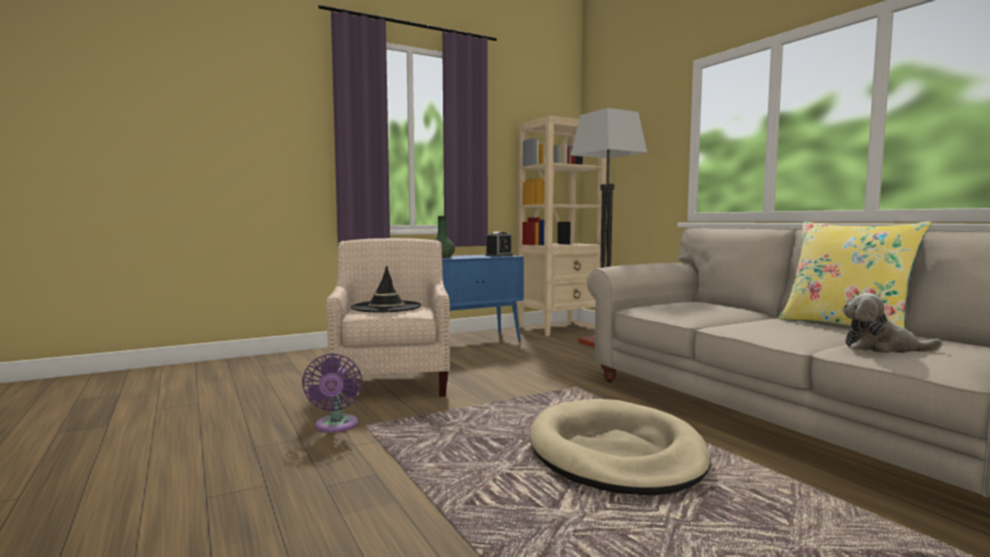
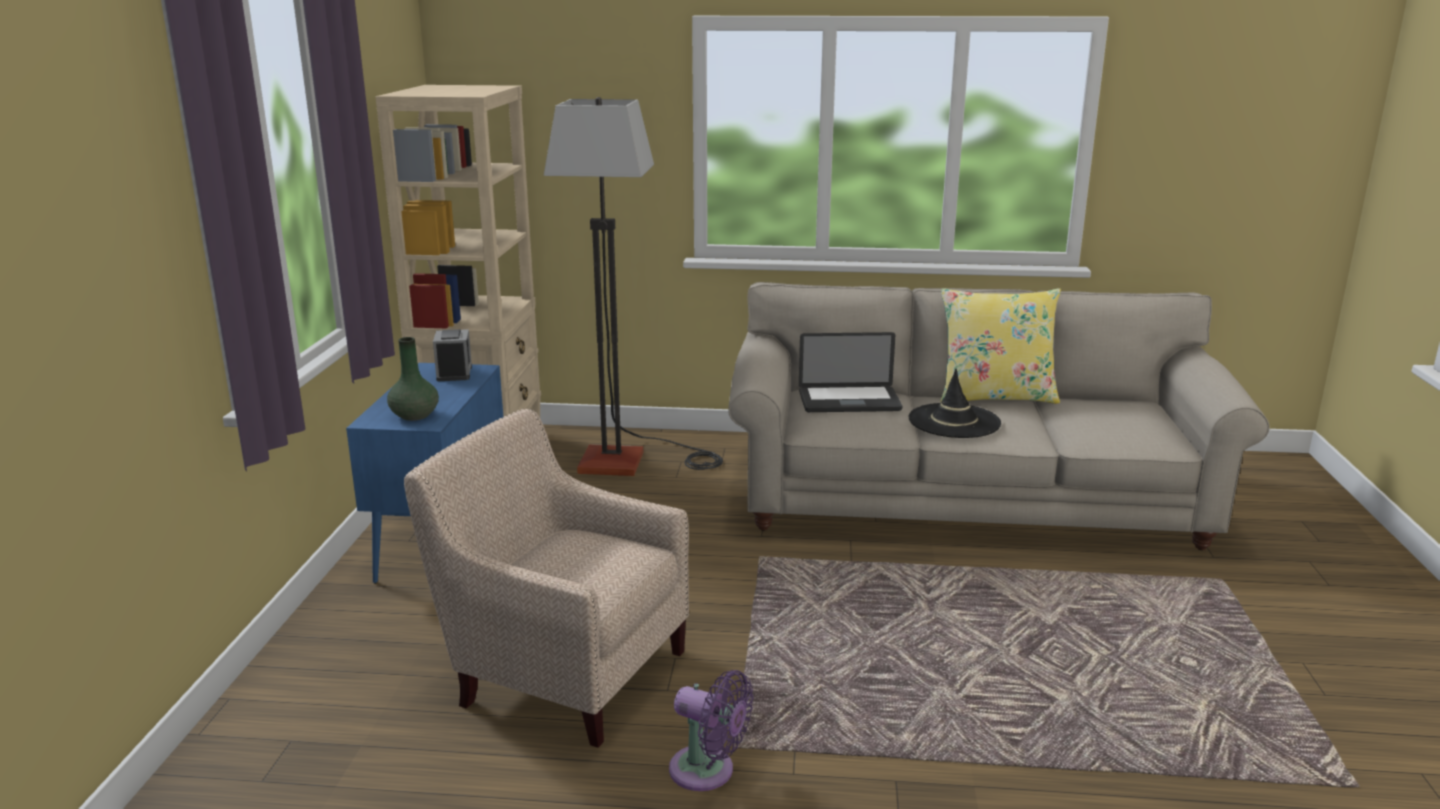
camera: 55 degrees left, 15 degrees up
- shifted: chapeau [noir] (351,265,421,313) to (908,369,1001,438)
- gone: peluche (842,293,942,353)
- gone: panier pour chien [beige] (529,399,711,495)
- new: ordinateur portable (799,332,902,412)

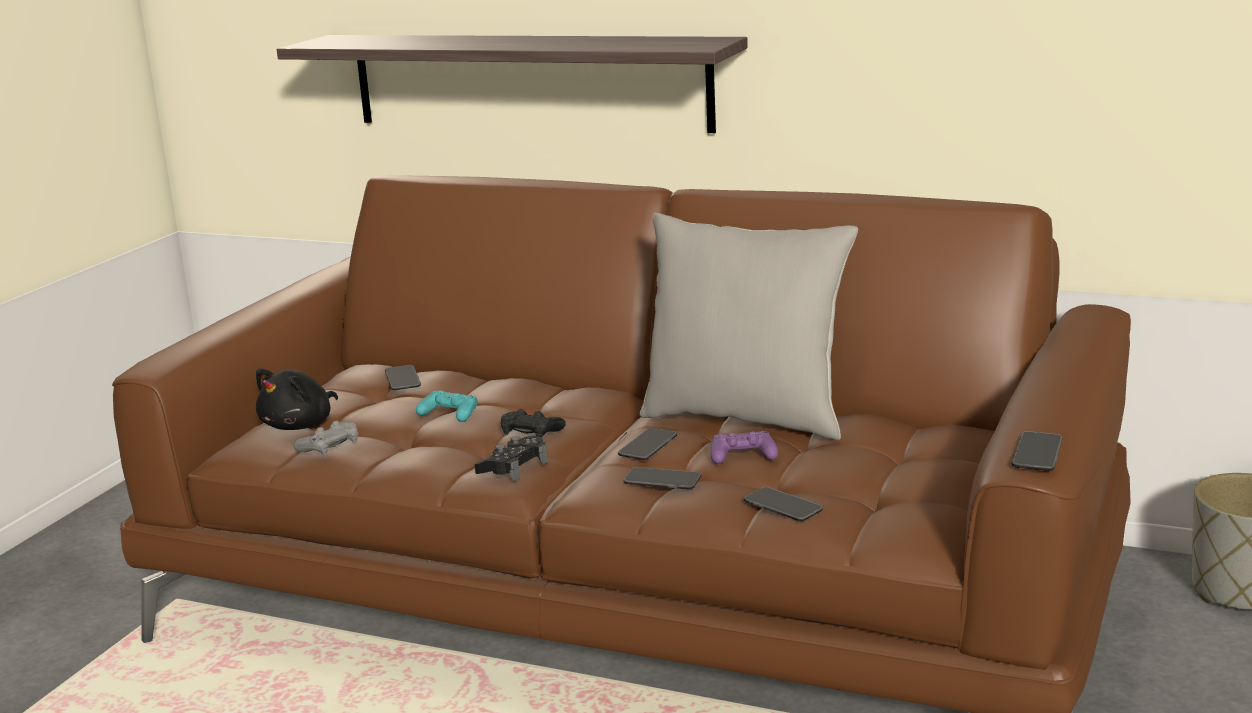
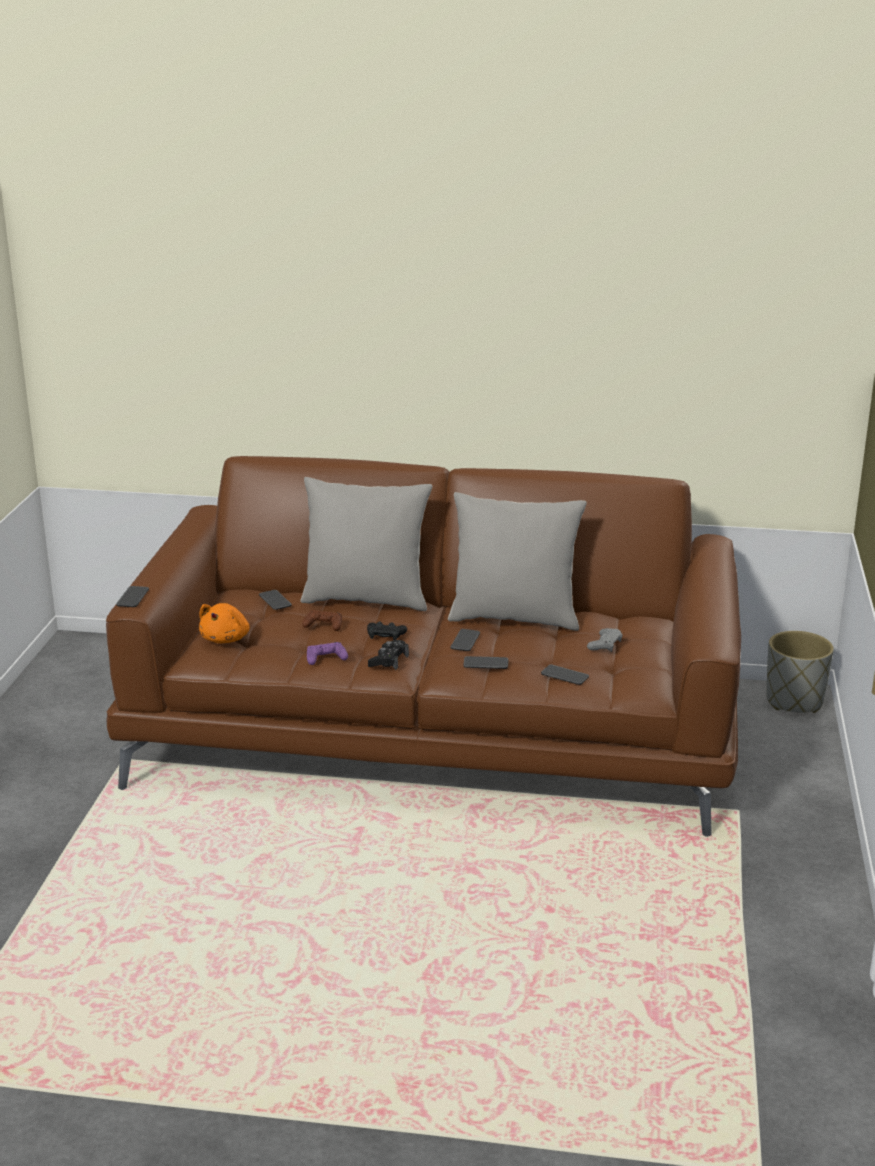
camera: 15 degrees left, 5 degrees up
- gone: étagère (277,35,748,133)
- repainted: peluche [noir] (256,368,338,430) to peluche [orange] (199,603,250,643)
- repainted: manette [turquoise] (416,391,478,422) to manette [marron] (302,610,342,631)
- shifted: manette [gris] (294,421,358,456) to (587,628,623,652)
- shifted: manette [violet] (711,431,778,464) to (307,642,348,665)
- shifted: téléphone (1012,431,1063,471) to (116,586,149,607)
- new: coussin [gris] (300,477,432,611)

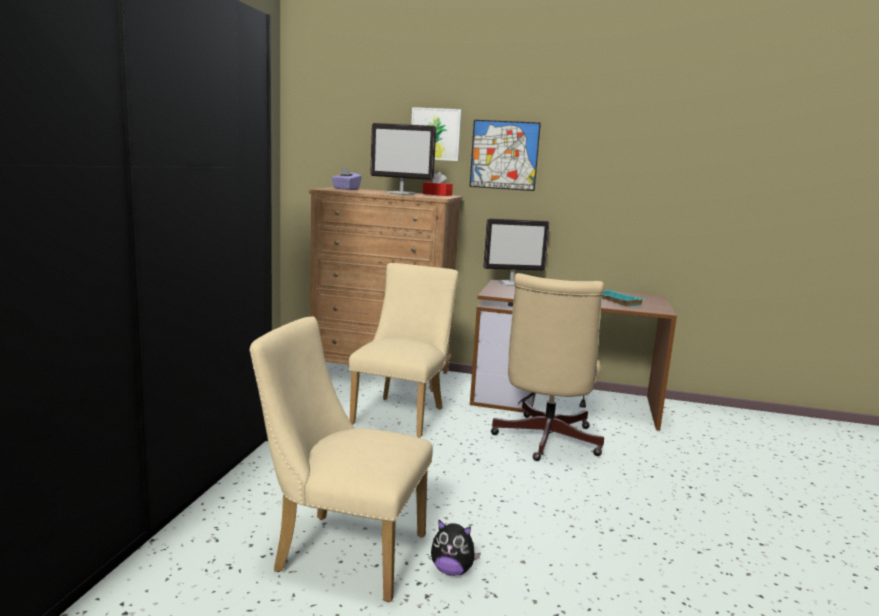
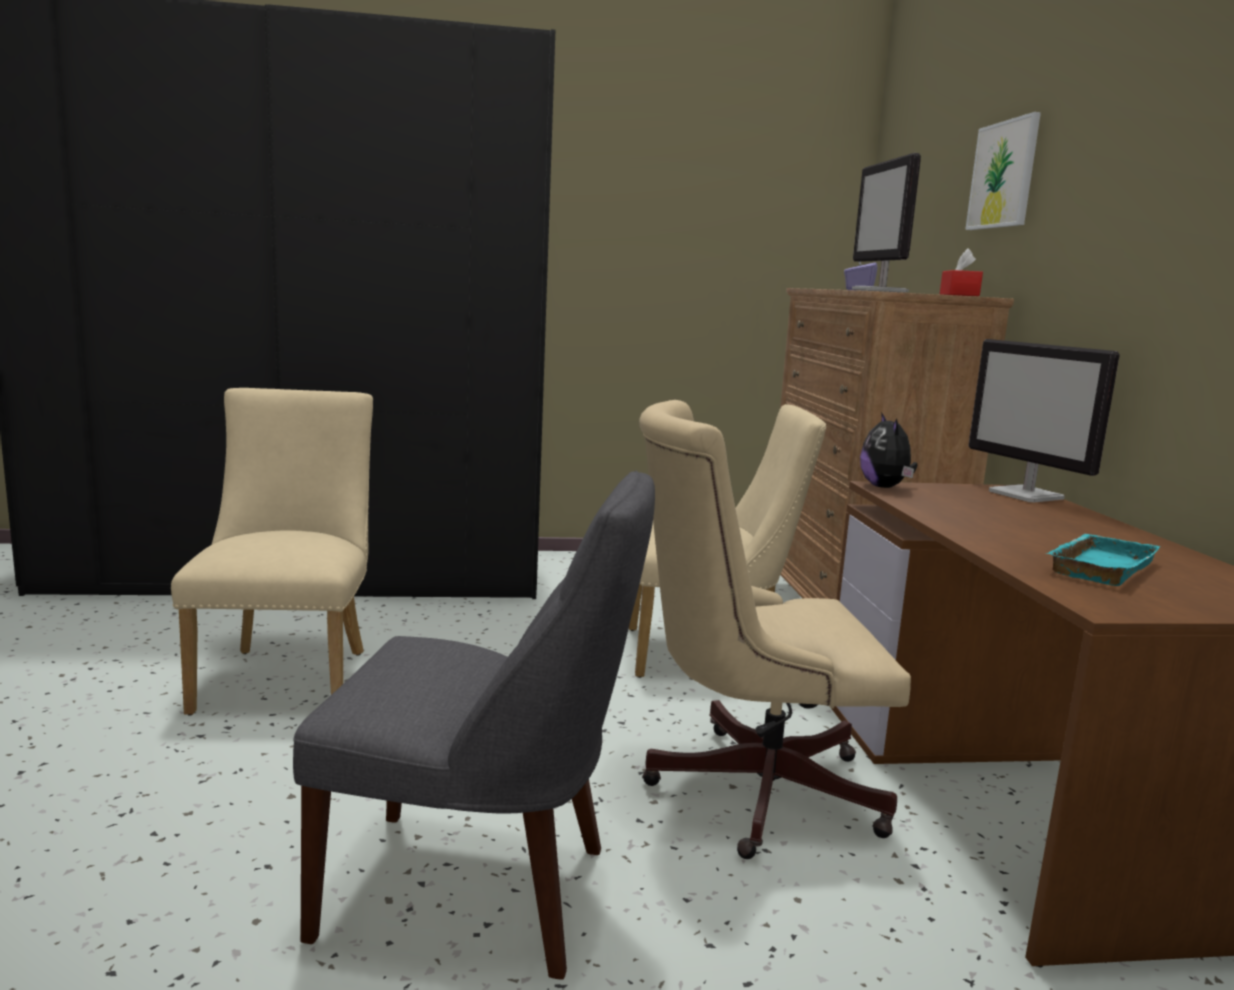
camera: 70 degrees right, 0 degrees up
- gone: tableau (470,120,541,191)
- shifted: peluche (431,519,481,576) to (860,412,918,488)
- new: chaise [gris] (293,471,655,980)

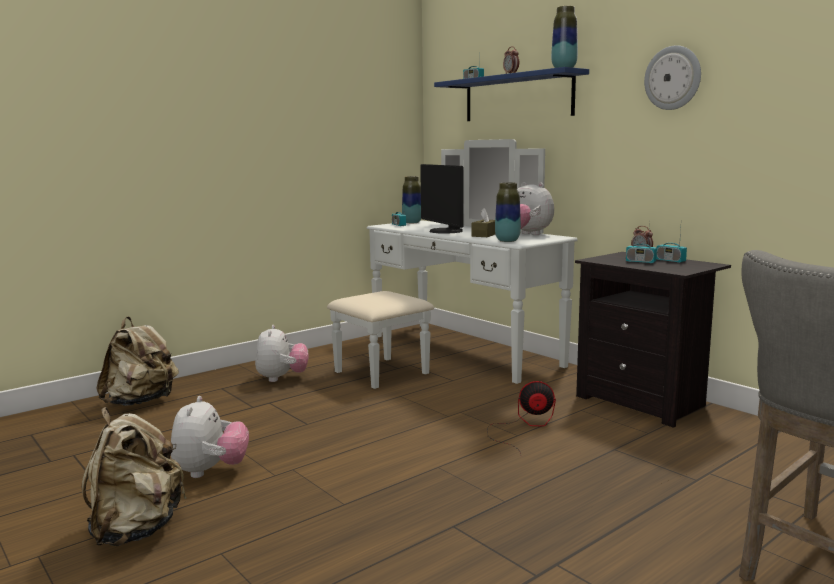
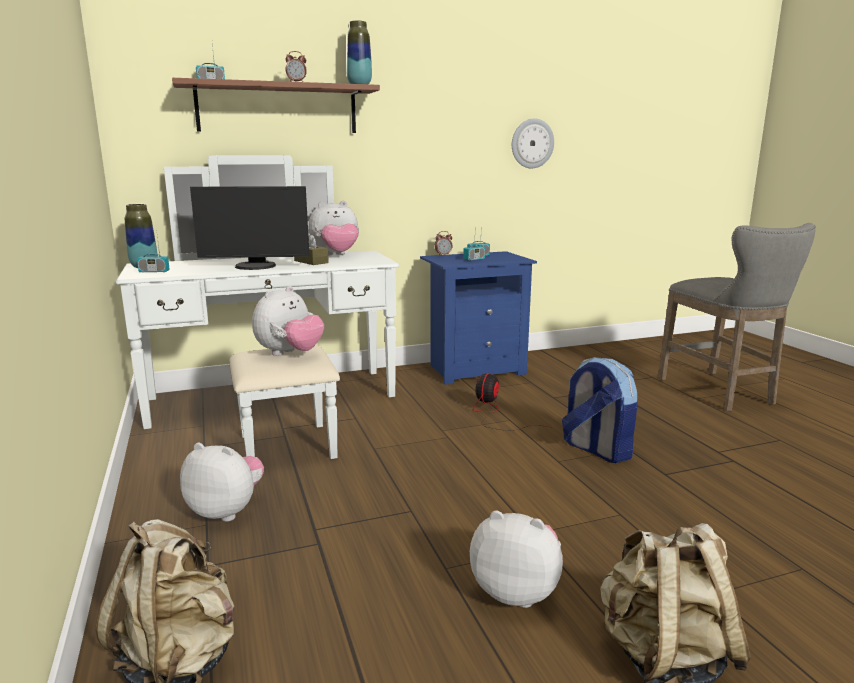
camera: 70 degrees left, 5 degrees up
- shifted: horloge murale (644,45,701,110) to (512,118,554,168)
- repainted: étagère [bleu] (434,67,589,121) to étagère [marron] (172,78,380,133)
- gone: vase (495,183,521,242)
- repainted: table de chevet [noir] (575,252,731,428) to table de chevet [bleu] (420,251,537,385)
- new: peluche (252,286,324,356)
- new: sac à dos (562,357,637,463)

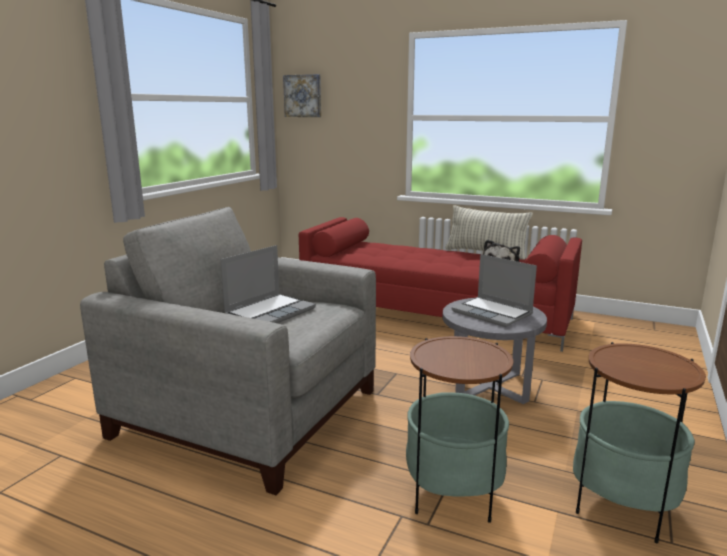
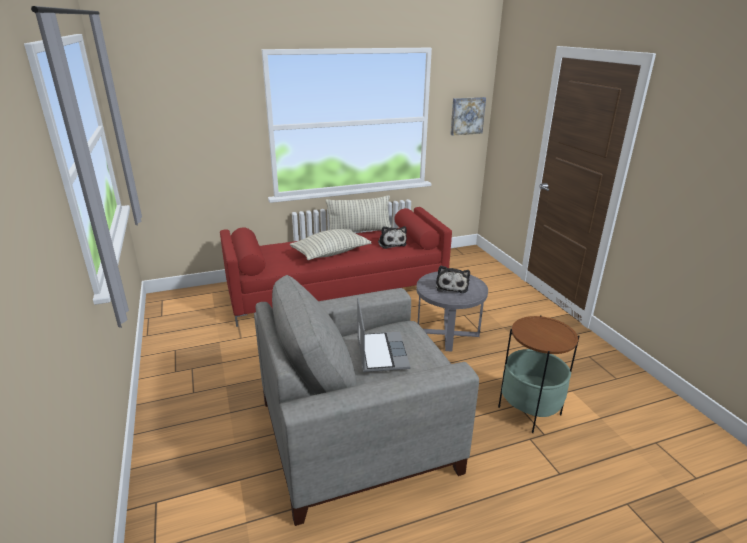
camera: 45 degrees left, 10 degrees up
- shifted: tableau (283,74,321,117) to (450,97,486,136)
- swapped: ordinateur portable (452,254,537,327) to peluche (436,266,470,293)
- gone: table d'appoint (573,342,706,544)
- new: coussin (290,229,371,260)

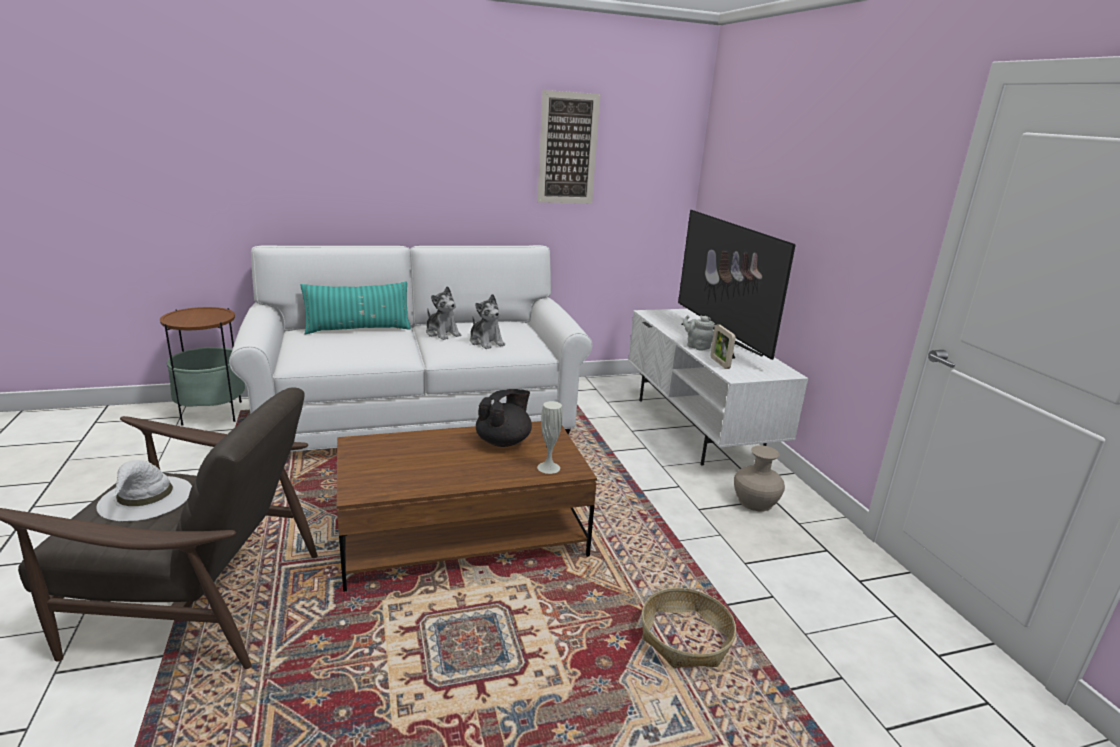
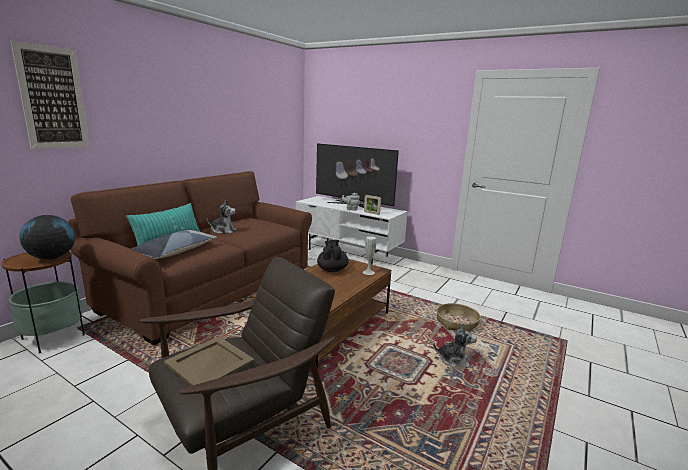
camera: 40 degrees left, 5 degrees down
- shifted: tableau (537,90,601,203) to (10,41,90,149)
- repainted: canapé [blanc] (229,245,592,452) to canapé [marron] (68,171,312,345)
- shifted: peluche (470,294,505,349) to (433,323,477,367)
- gone: vase [beige] (734,445,785,511)
- swapped: chapeau [blanc] (96,460,192,521) to plateau [beige] (164,336,255,386)
- new: globe (20,215,75,260)
- new: coussin (131,230,217,259)

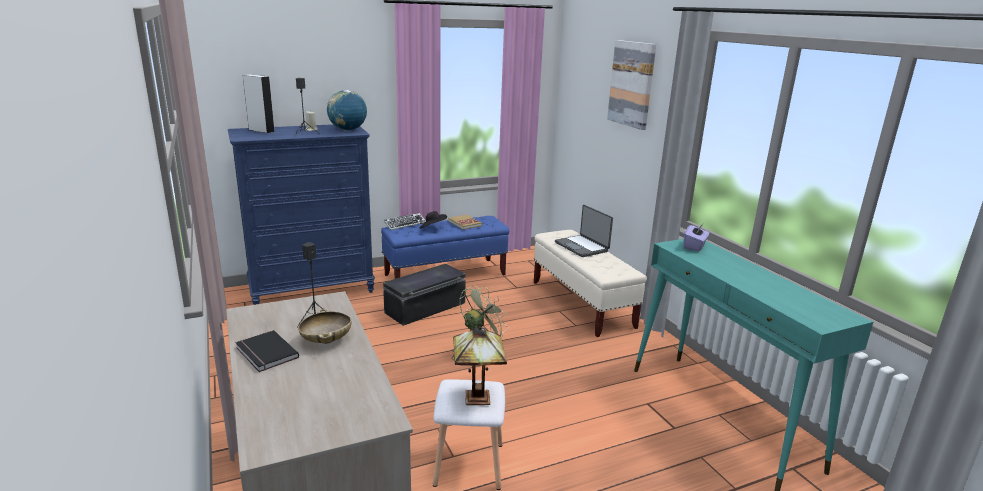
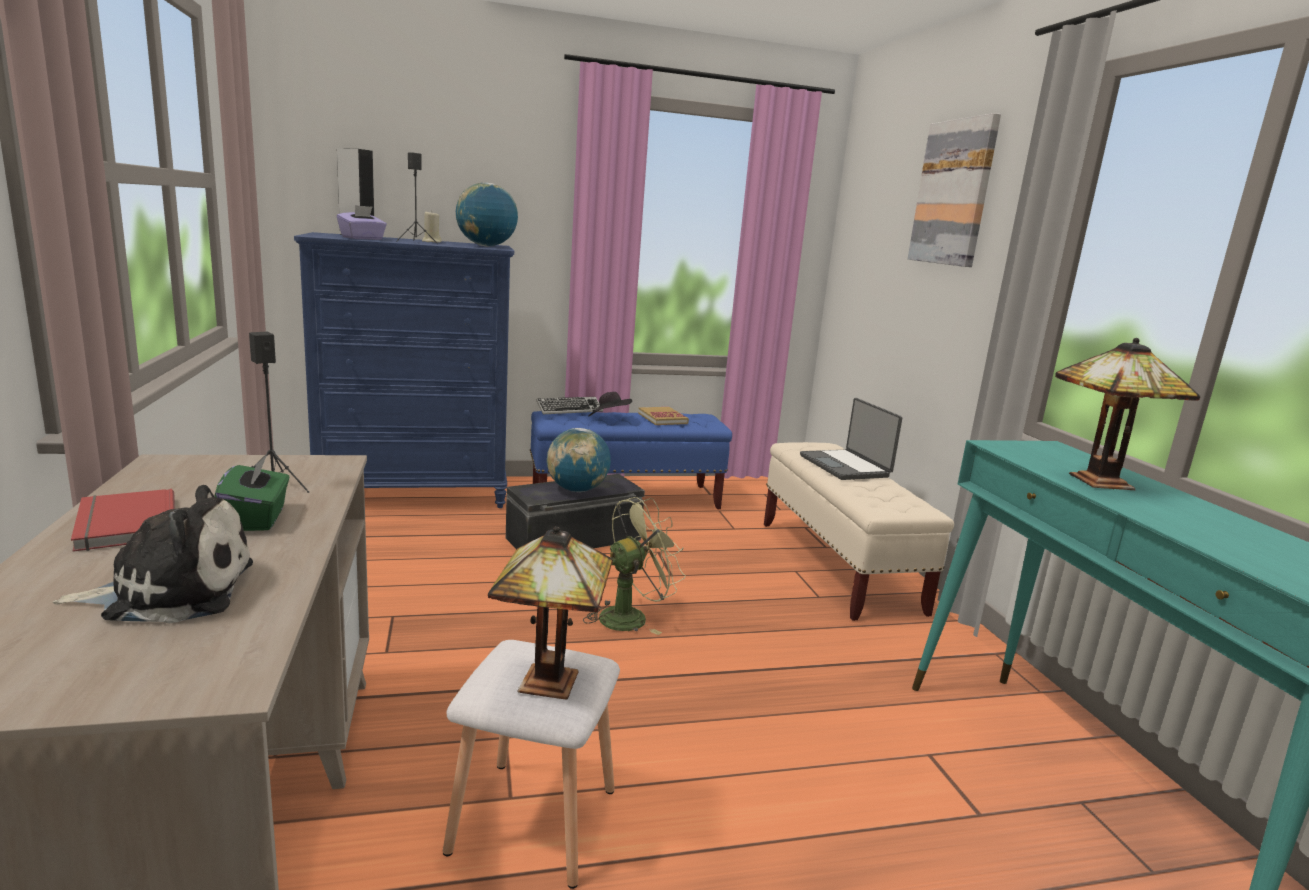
camera: 10 degrees right, 5 degrees down
- shifted: boîte à mouchoirs [violet] (684,224,709,252) to (337,205,387,240)
- swapped: bol [beige] (298,309,351,344) to boîte à mouchoirs [vert] (214,453,289,531)
- repainted: livre [noir] (236,330,299,372) to livre [rouge] (71,489,175,552)
- new: lampe de table (1055,338,1201,490)
- new: globe (547,428,611,492)
- new: peluche (53,485,253,624)

